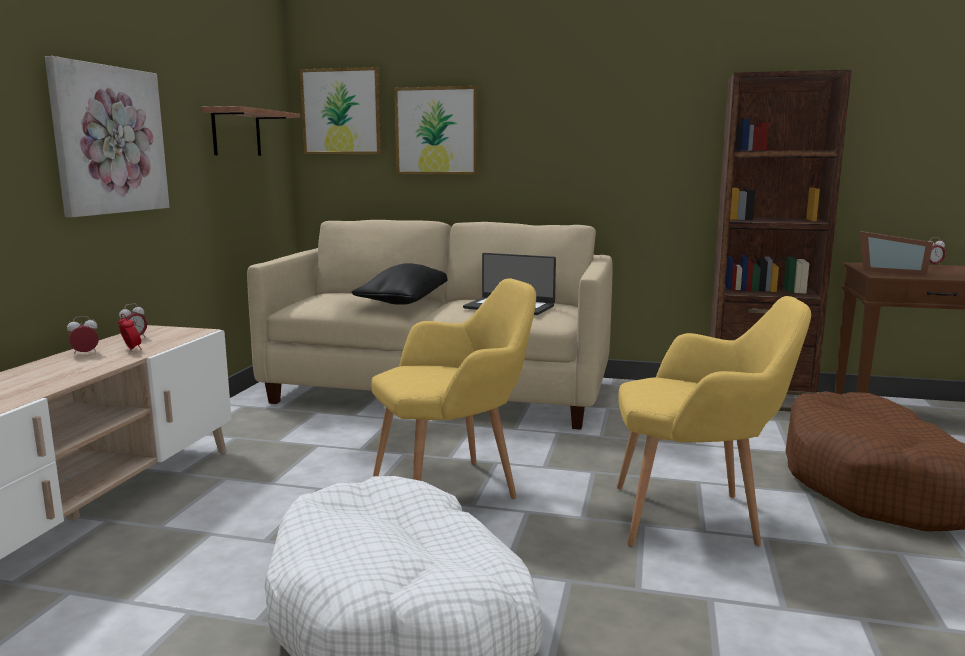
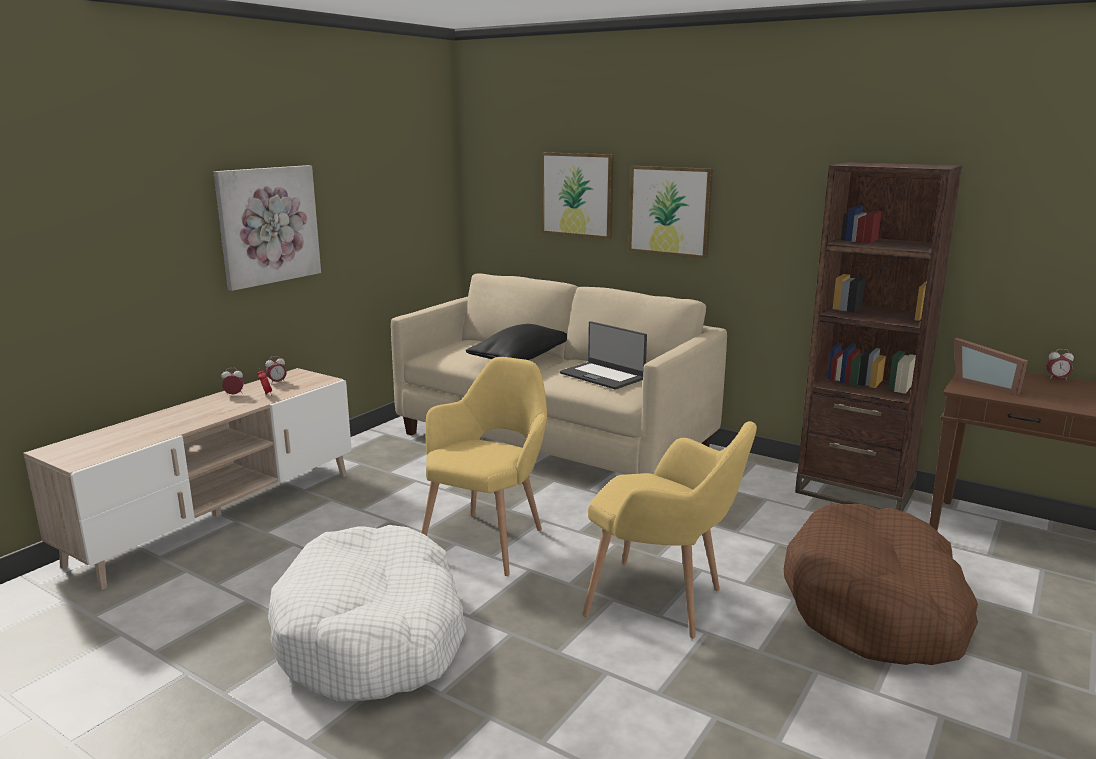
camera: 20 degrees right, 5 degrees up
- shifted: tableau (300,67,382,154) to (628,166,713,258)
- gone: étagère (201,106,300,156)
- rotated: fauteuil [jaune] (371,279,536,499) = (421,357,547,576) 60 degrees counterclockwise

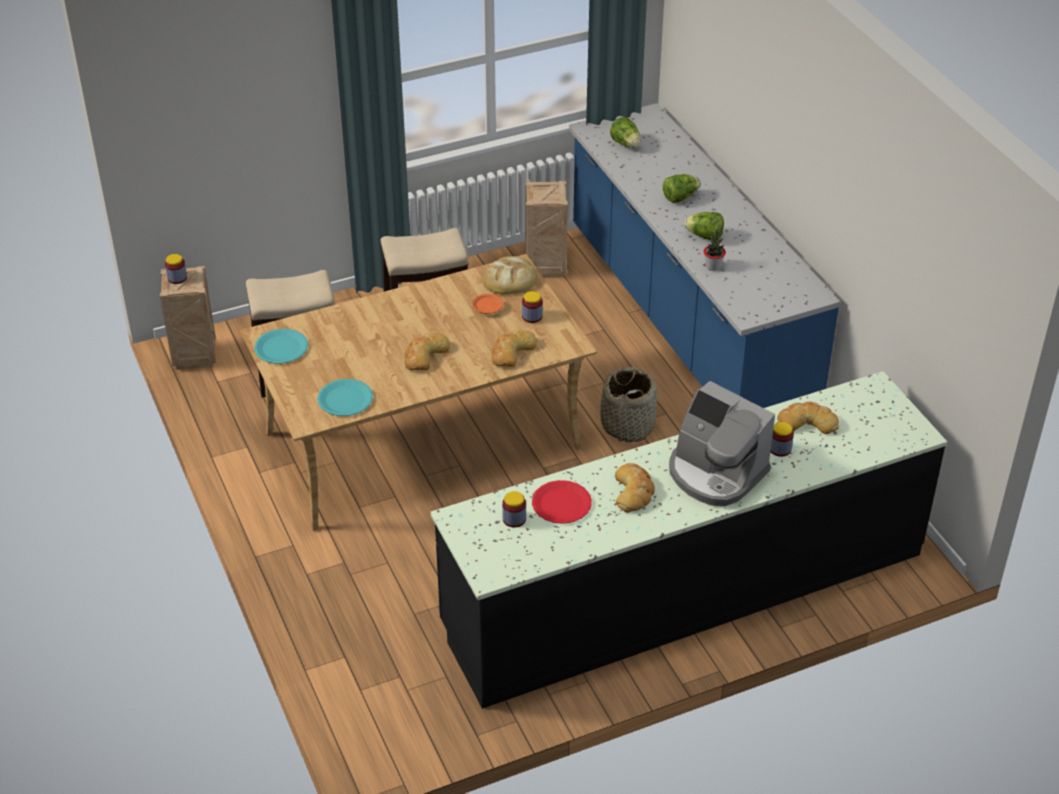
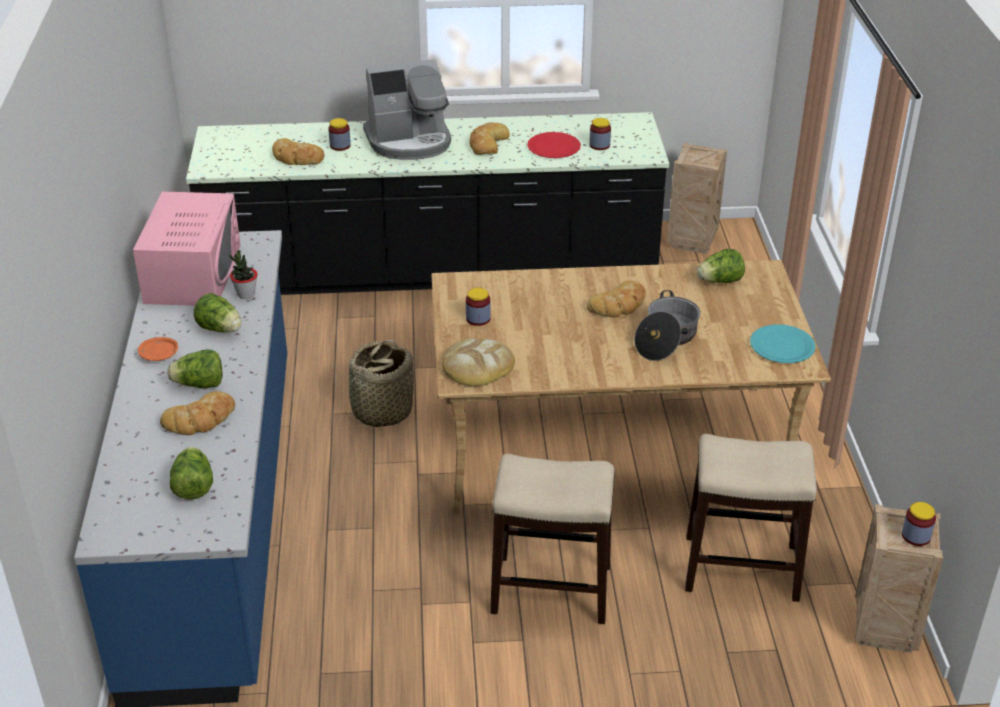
camera: 160 degrees left, 5 degrees down
- shifted: caisse (525,181,568,278) to (667,143,727,254)
- shifted: assiette [orange] (472,294,504,314) to (138,337,178,361)
- shifted: pain (491,330,537,367) to (160,391,235,435)
- swapped: assiette [turquoise] (317,379,373,416) to laitue (697,249,745,283)
- rotated: machine à café (669,381,775,506) = (363,59,451,160) 105 degrees clockwise
- new: micro-ondes [rose] (133,191,241,306)
- new: marmite (634,290,700,361)

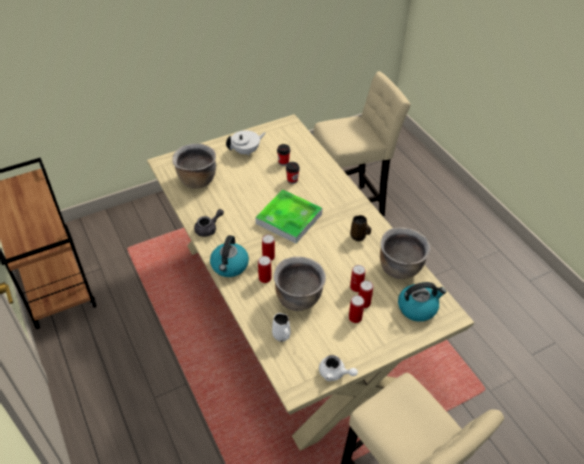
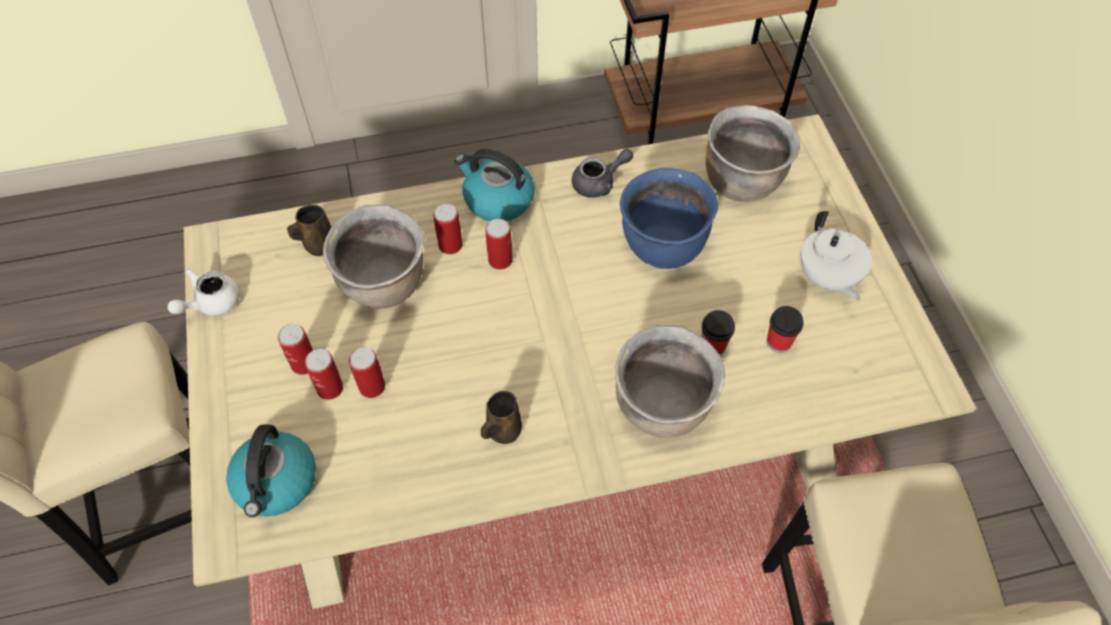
camera: 105 degrees right, 10 degrees up
- gone: plateau (255,190,322,244)
- rotated: théière [gris] (194,209,224,237) = (572,149,633,198) 90 degrees counterclockwise
- shifted: marmite [marron] (380,227,430,279) to (615,325,725,437)
- repainted: mug [blanc] (272,313,291,342) to mug [marron] (287,205,331,256)
- new: marmite [bleu] (620,168,718,269)

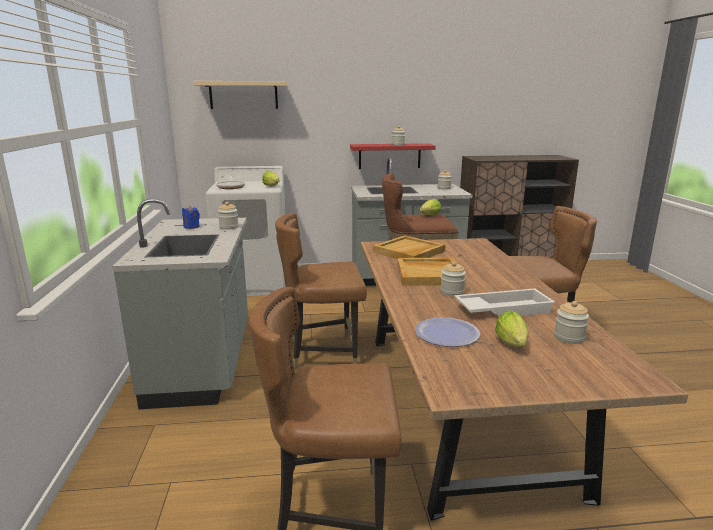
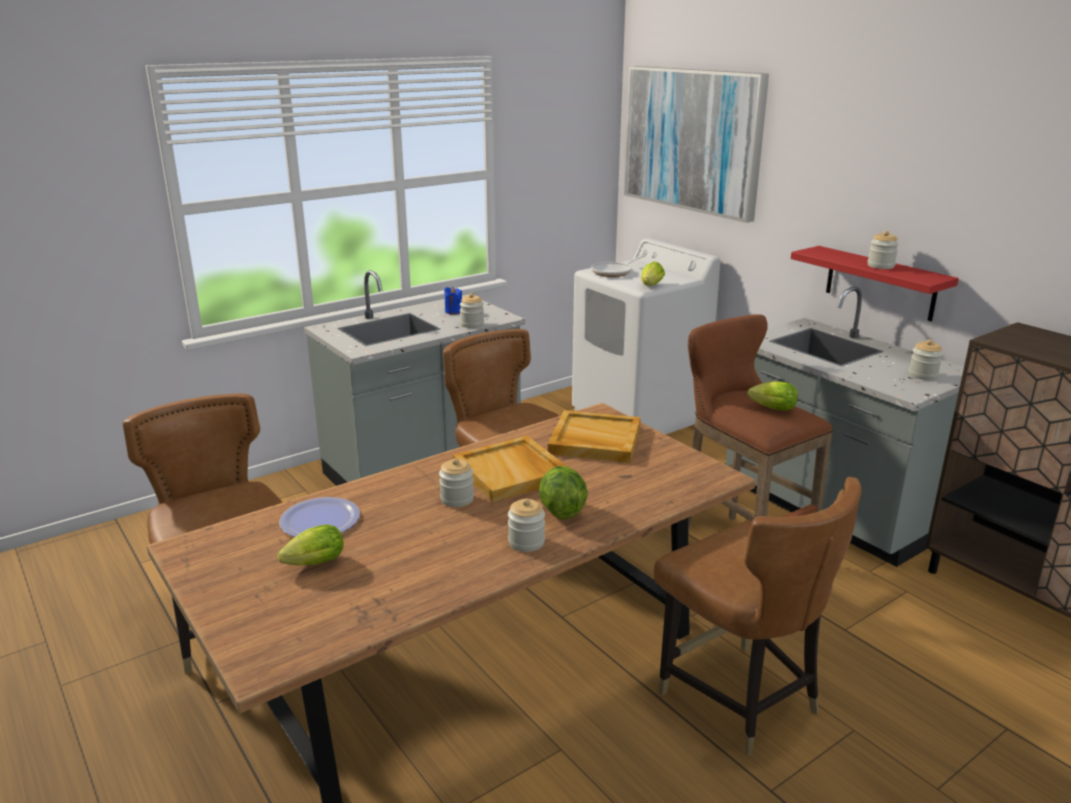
camera: 60 degrees right, 5 degrees up
- swapped: étagère [beige] (193,81,287,109) to tableau (624,66,769,223)
- gone: plateau [blanc] (455,288,555,316)
- shifted: bocal (554,301,589,344) to (508,498,545,552)
- new: laitue (539,466,588,520)

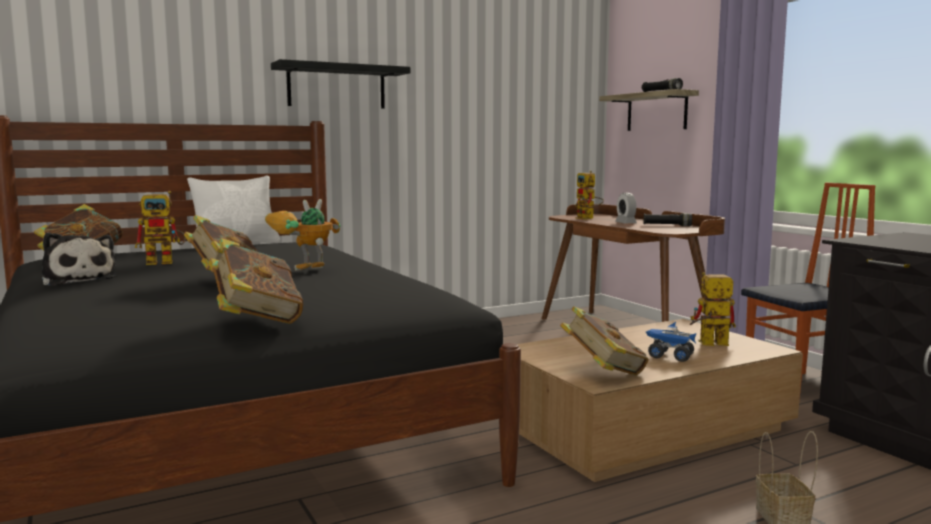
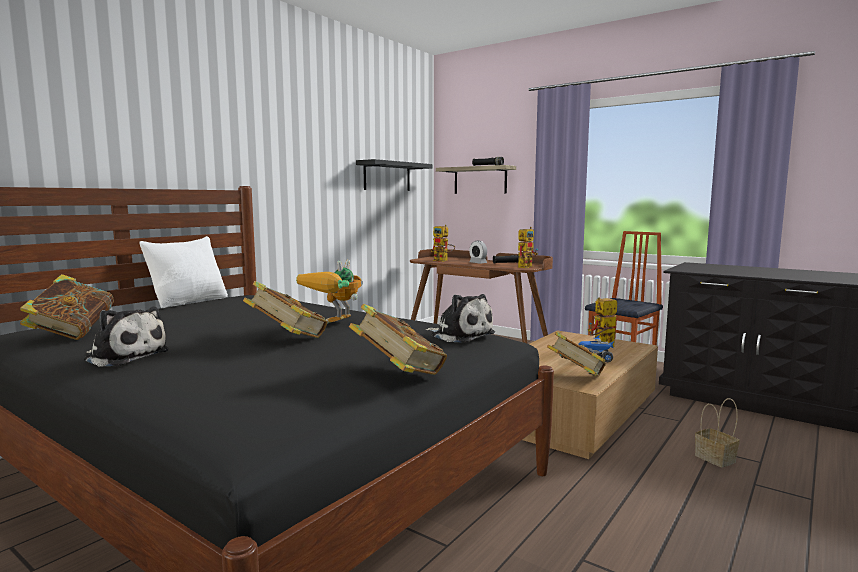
camera: 25 degrees left, 0 degrees up
- shifted: étagère [noir] (271,59,410,109) to (356,159,433,191)
- shifted: robot jouet (135,191,186,265) to (518,227,538,268)
- new: peluche (425,294,495,343)

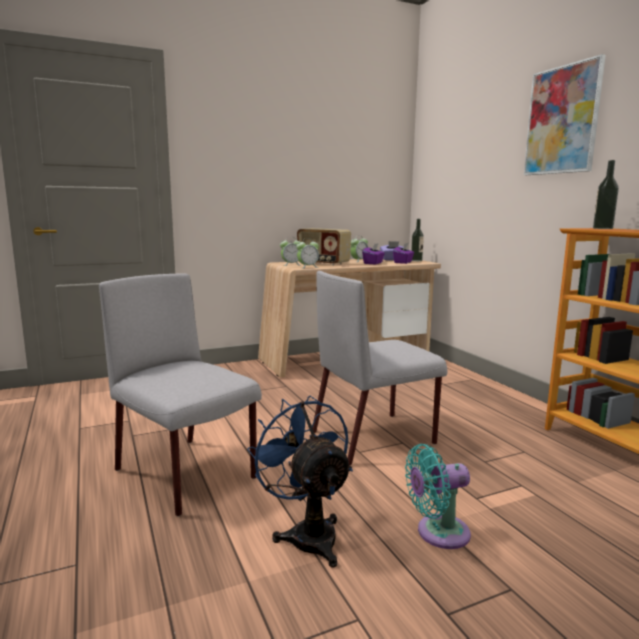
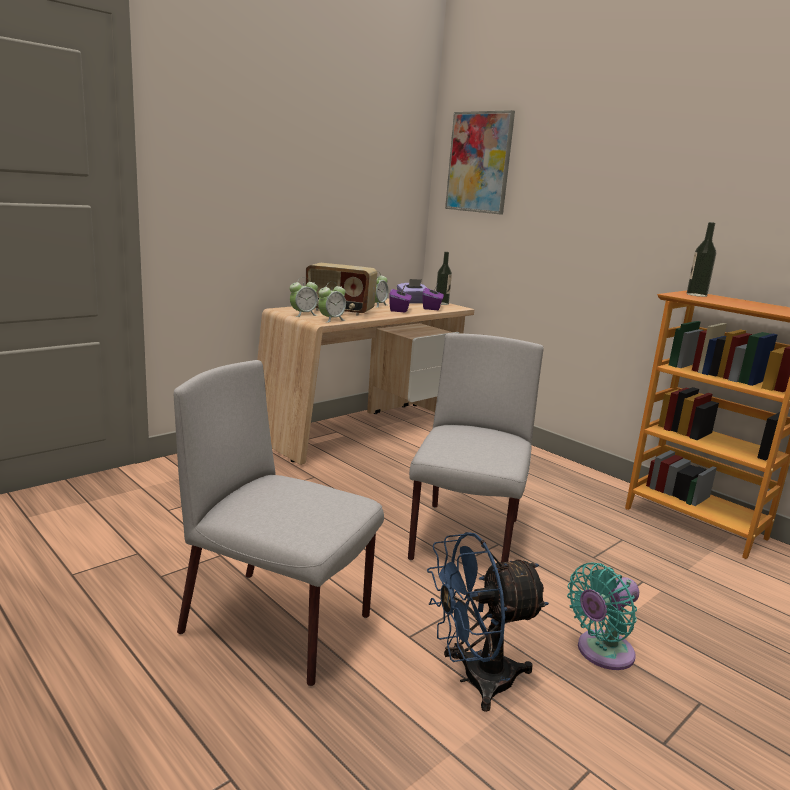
camera: 20 degrees left, 5 degrees up
- shifted: tableau (524,54,606,175) to (445,110,515,215)
- rotated: chaise [gris] (313,271,447,465) = (408,333,544,562) 150 degrees clockwise
- rotated: ventilateur [bleu] (247,396,353,568) = (427,532,549,712) 60 degrees counterclockwise

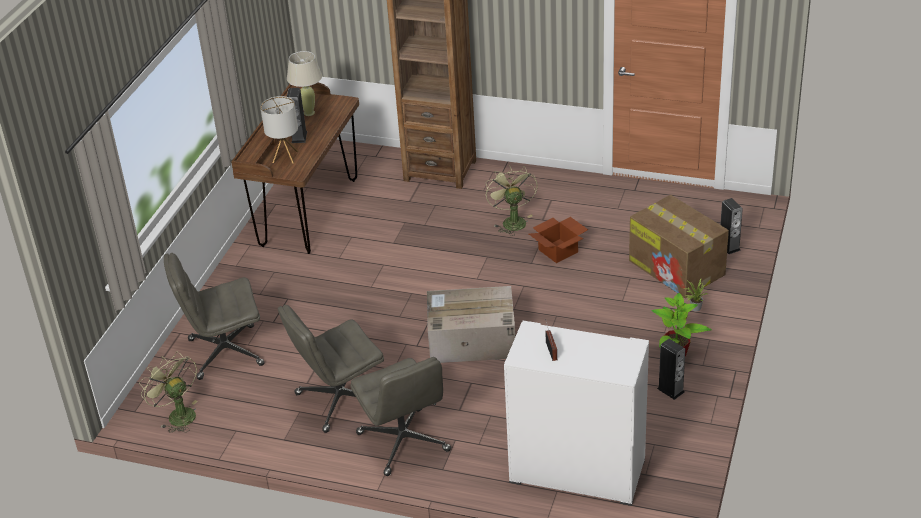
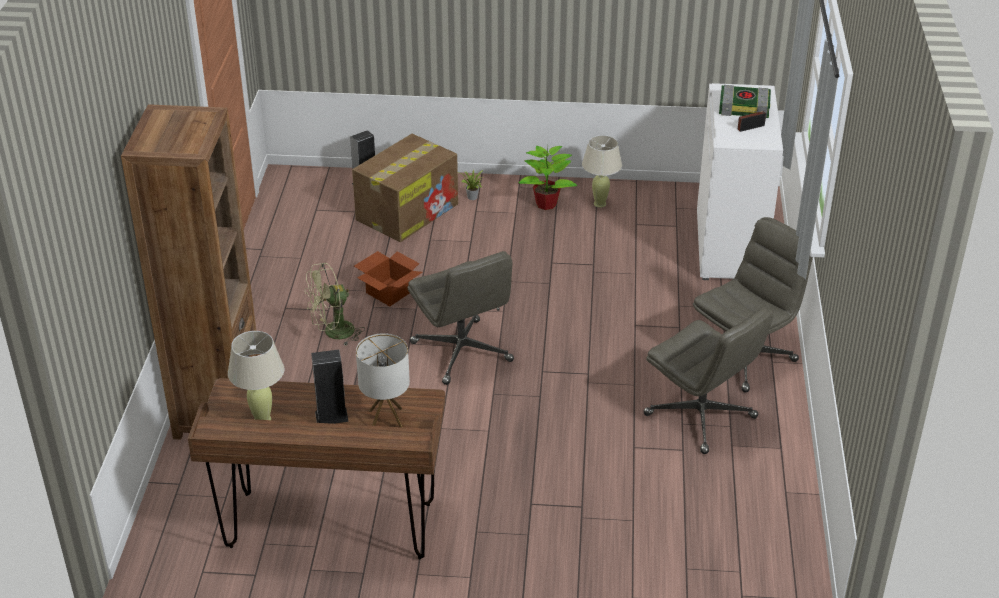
camera: 105 degrees left, 0 degrees up
- shifted: chaise de bureau [gris] (164,253,264,380) to (408,251,514,385)
- gone: carton (427,286,515,363)
- swapped: enceinte (657,339,685,400) to lampe de table [beige] (582,135,622,208)
- gone: ventilateur [vert] (139,352,197,432)
- new: livre (719,85,771,118)

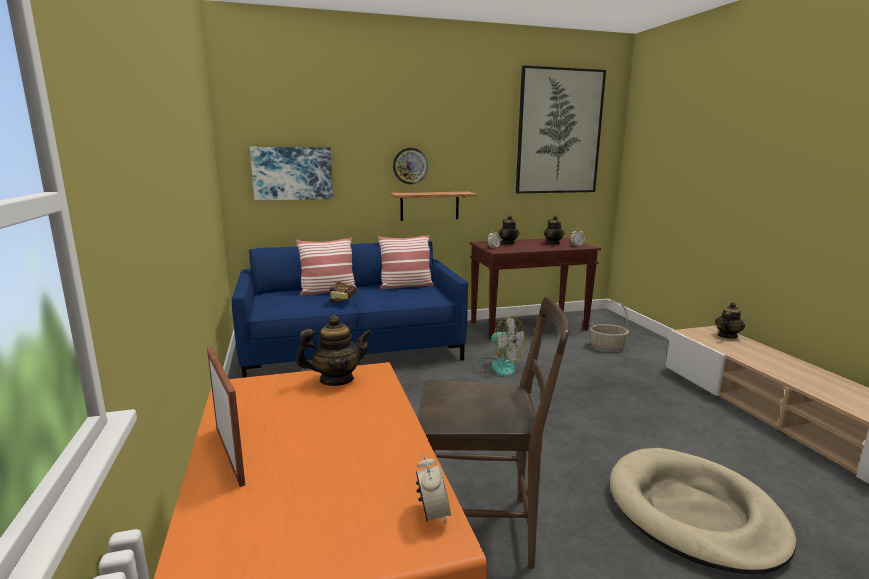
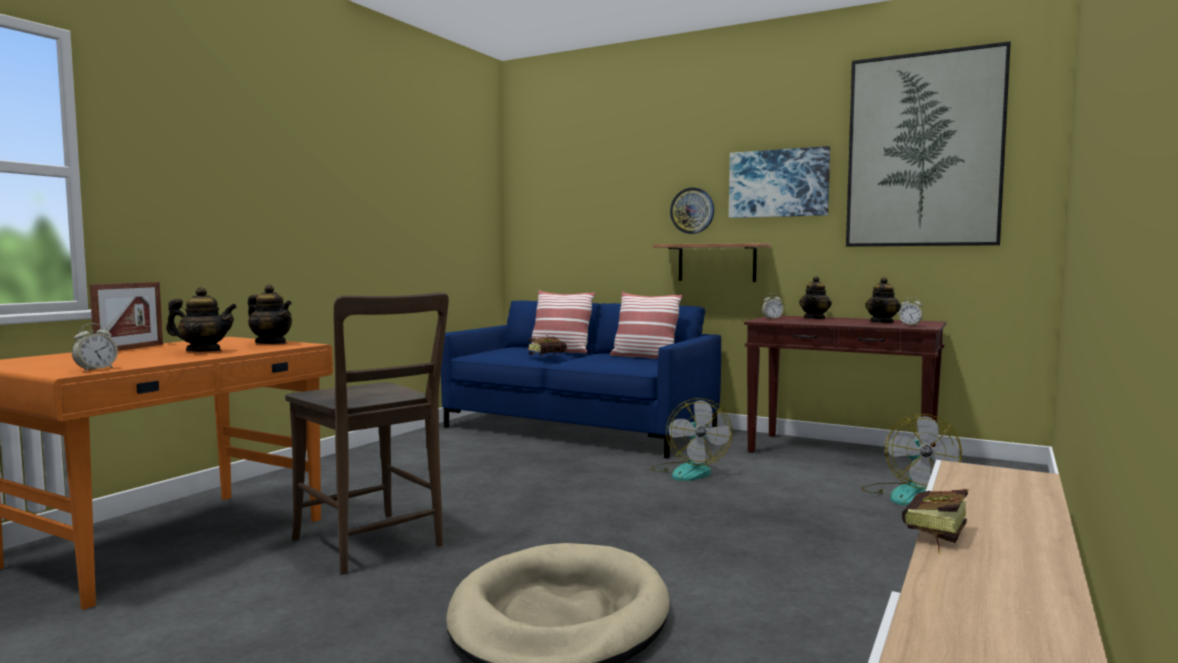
camera: 45 degrees right, 10 degrees down
- shifted: tableau (250,147,333,200) to (729,146,830,218)
- swapped: panier (590,301,629,351) to ventilateur (861,414,962,505)
- shifted: théière (715,302,745,339) to (166,287,237,352)
- new: livre (902,489,969,553)

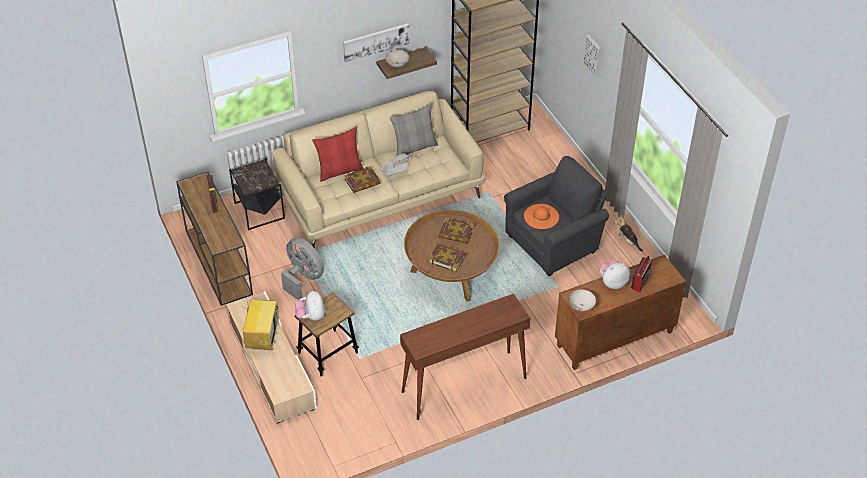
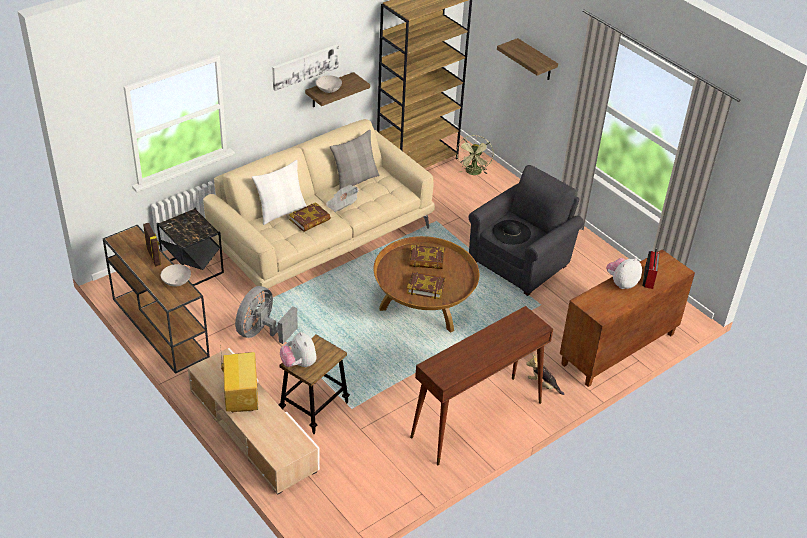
camera: 15 degrees left, 5 degrees down
- swapped: tableau (584,35,601,77) to étagère (497,38,558,80)
- repainted: coussin [rouge] (312,127,364,182) to coussin [blanc] (252,160,307,225)
- repainted: chapeau [orange] (524,204,559,229) to chapeau [noir] (493,220,531,245)
- shifted: peluche (614,215,643,252) to (526,354,564,395)
- rotated: ventilateur [gris] (281,237,324,300) = (235,286,298,344) 90 degrees counterclockwise
- shifted: bol [blanc] (569,290,596,311) to (161,264,191,287)
- new: ventilateur [vert] (456,135,494,175)

